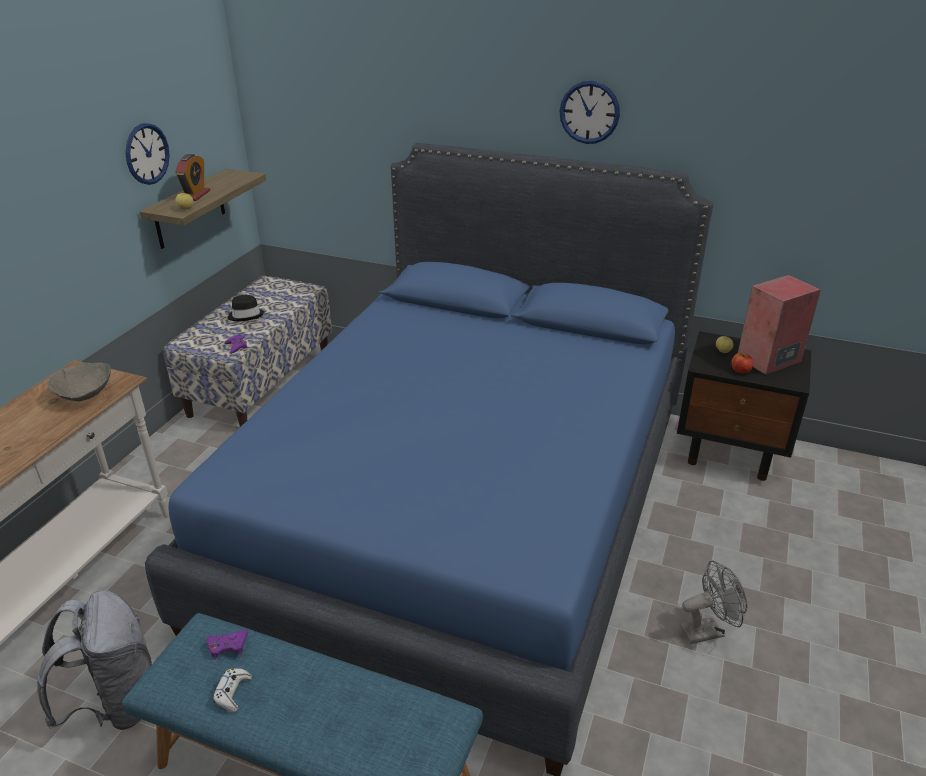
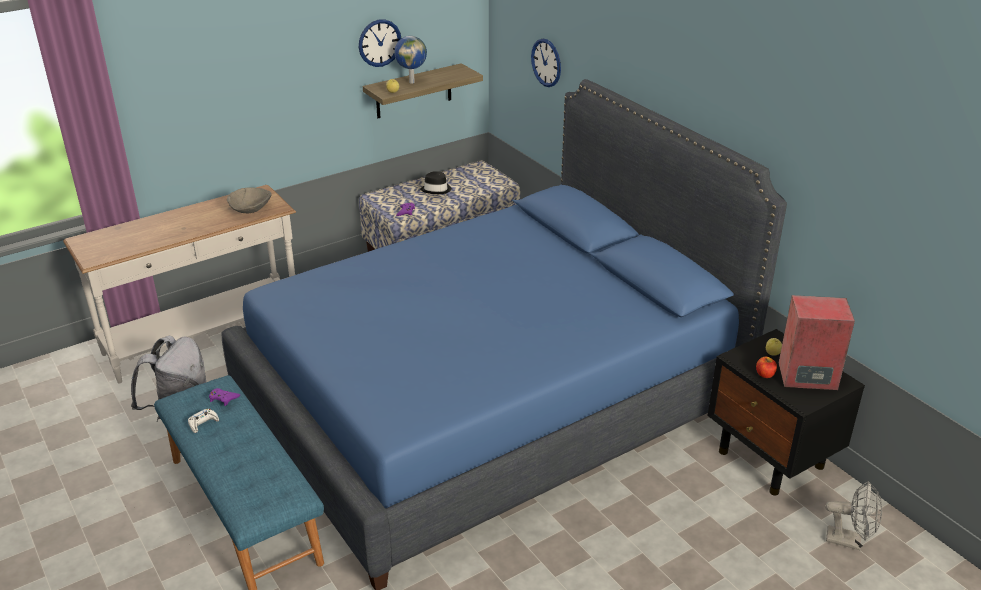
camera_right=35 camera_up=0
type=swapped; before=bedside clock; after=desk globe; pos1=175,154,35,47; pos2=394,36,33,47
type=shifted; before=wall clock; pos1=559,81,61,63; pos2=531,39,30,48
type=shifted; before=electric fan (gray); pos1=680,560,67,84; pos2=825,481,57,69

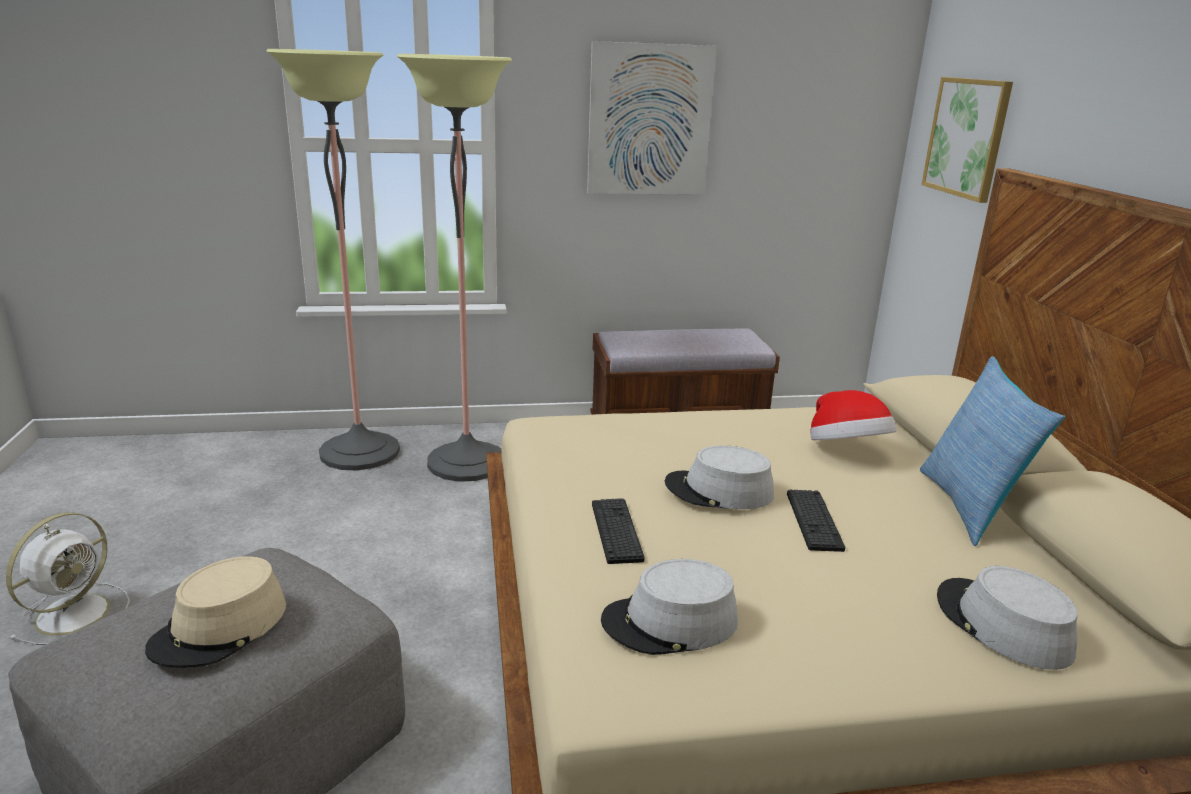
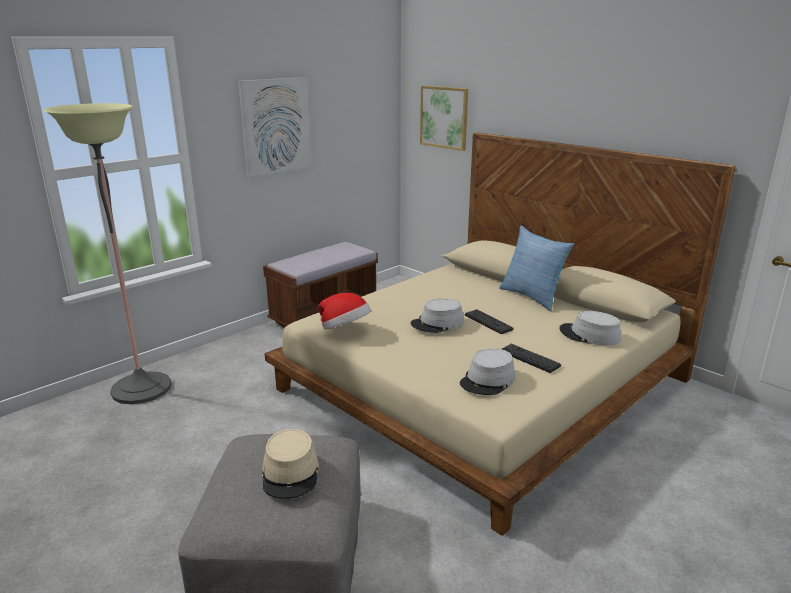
camera_right=-35 camera_up=0
type=shifted; before=hat; pos1=810,390,86,50; pos2=318,293,53,37
type=shifted; before=computer keyboard; pos1=592,498,53,66; pos2=502,344,59,29
type=gone; before=electric fan (whitish); pos1=6,512,124,133
type=gone; before=floor lamp; pos1=397,54,115,428

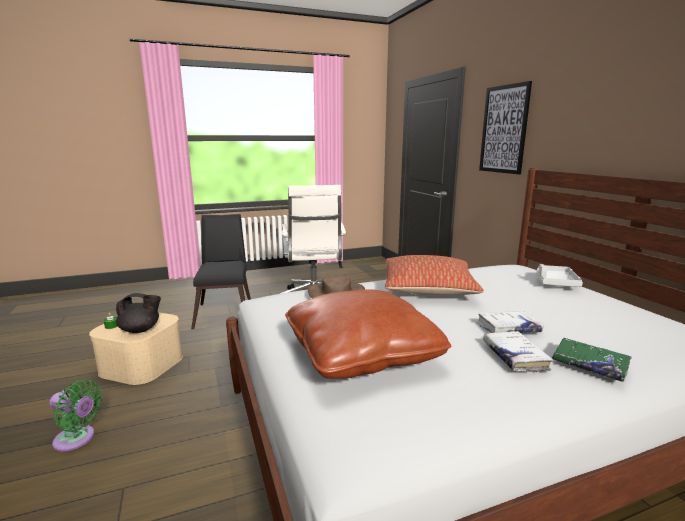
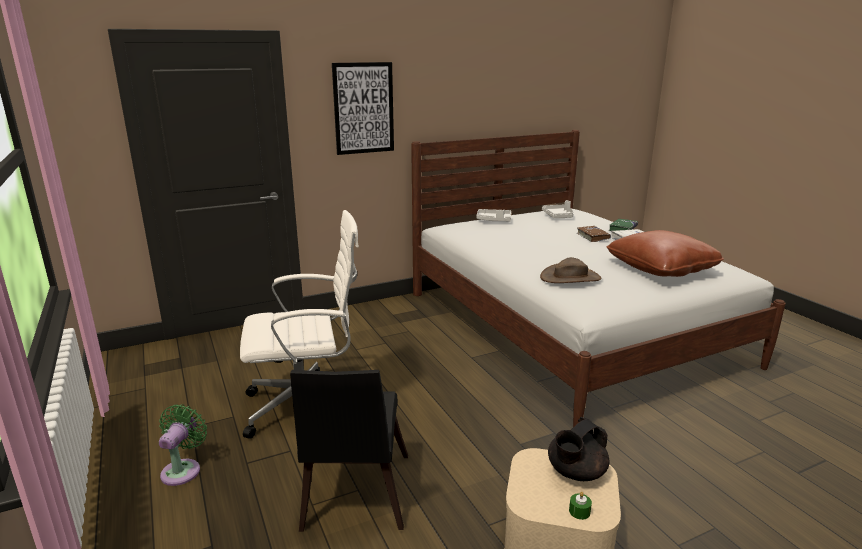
camera_right=-95 camera_up=5
type=shifted; before=electric fan (greenish); pos1=50,379,52,73; pos2=159,404,48,82
type=rotated; before=chair (black-coloured); pos1=191,214,60,115; pos2=290,370,118,162; turn=-75
type=new; after=serving tray (gray); pos2=542,200,32,18
type=rotated; before=teapot (black-coloured); pos1=116,293,45,40; pos2=548,417,61,64; turn=-120
type=repainted; before=bound book (whitish); after=bound book (brown-coloured); pos1=477,311,67,22; pos2=577,226,34,16
type=gone; before=cushion; pos1=385,255,99,40

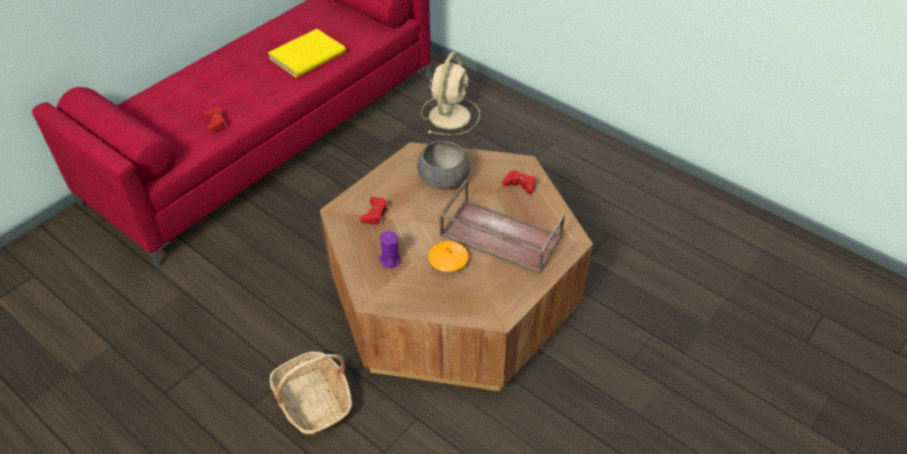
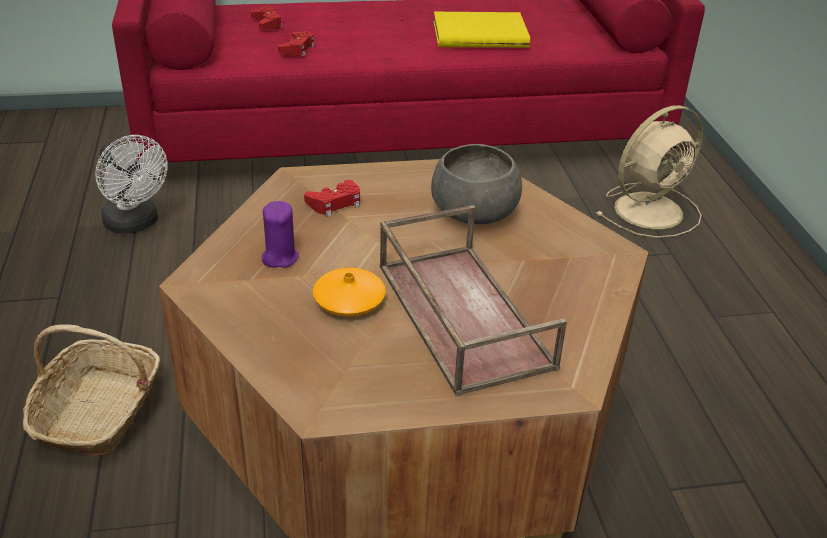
camera_right=40 camera_up=-10
type=new; after=electric fan (whitish); pos2=95,135,73,98
type=shifted; before=joypad (red); pos1=503,170,32,24; pos2=251,6,32,23

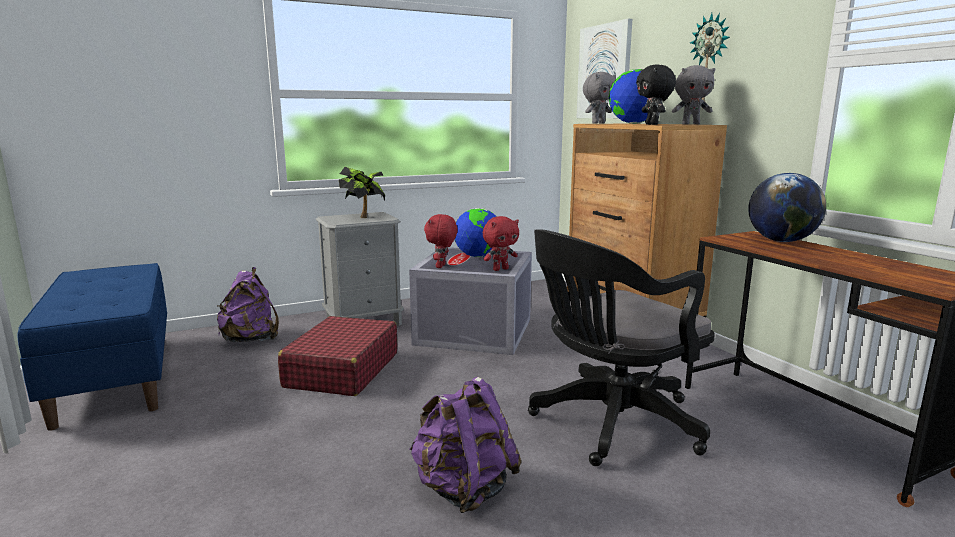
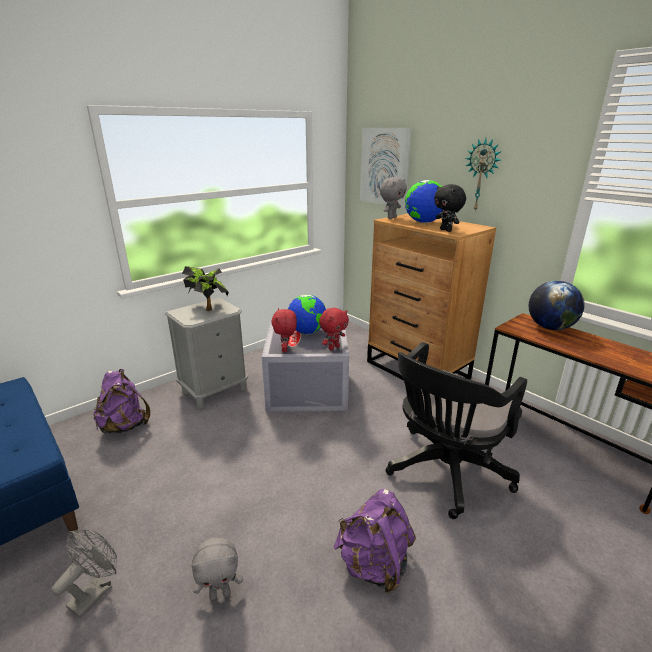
camera_right=-15 camera_up=10
type=new; after=electric fan (gray); pos2=52,529,65,89
type=shifted; before=plush toy (gray); pos1=672,65,43,60; pos2=191,537,52,63
type=gone; before=piece of luggage (red); pos1=278,316,119,80

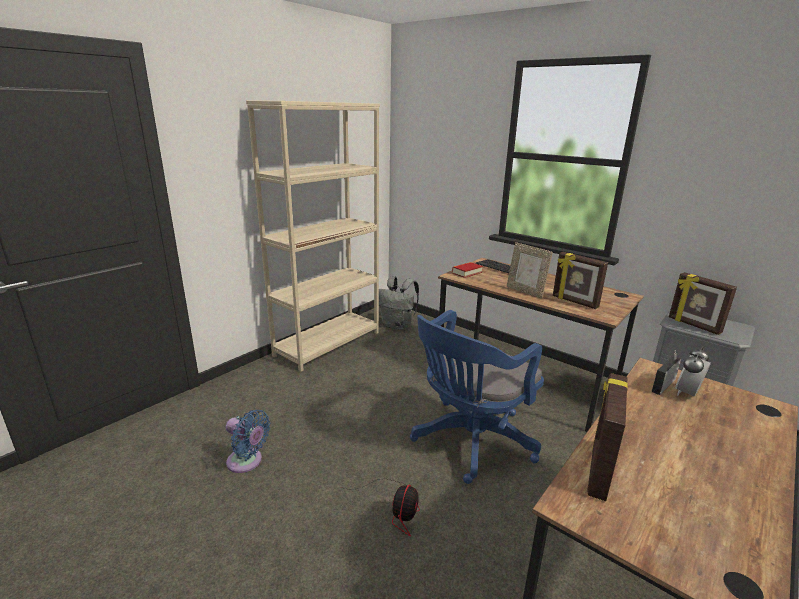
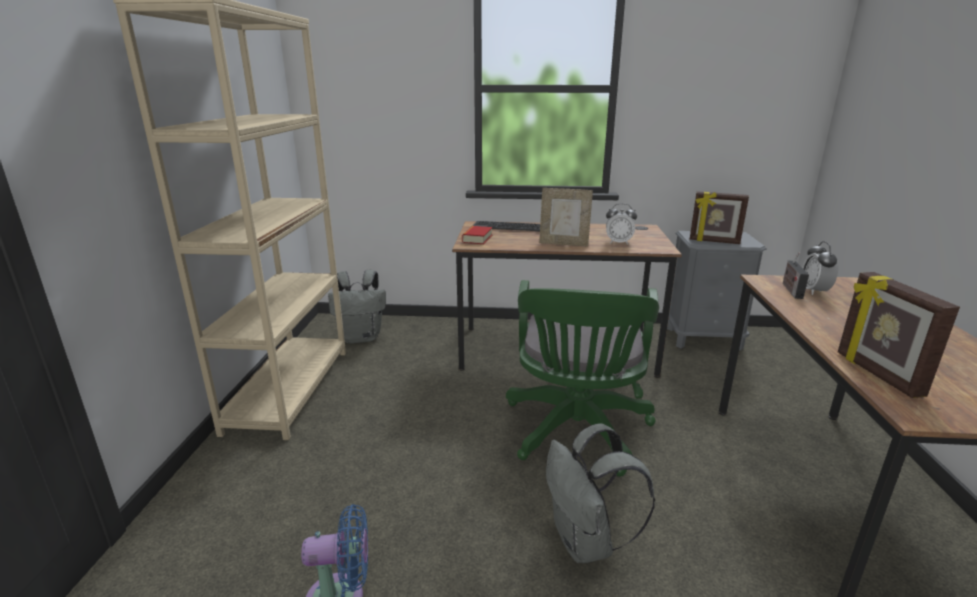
camera_right=-35 camera_up=0
type=repainted; before=desk chair (blue-coloured); after=desk chair (greenish); pos1=410,310,134,174; pos2=506,280,153,197
type=swapped; before=electric fan; after=rucksack (gray); pos1=341,478,79,58; pos2=546,423,109,140
type=swapped; before=standing frame; after=bedside clock; pos1=553,252,55,57; pos2=606,203,31,42

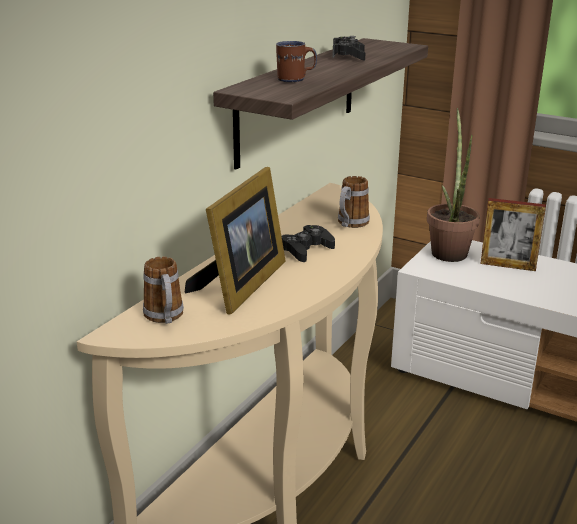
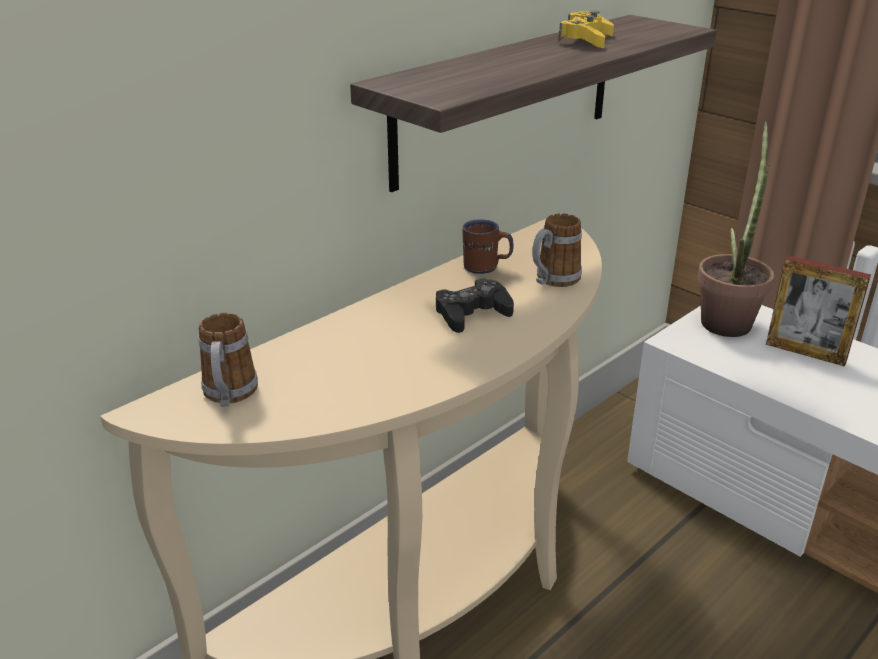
camera_right=15 camera_up=5
type=shifted; before=coffee mug (brown-coloured); pos1=276,41,41,41; pos2=462,219,52,55
type=repainted; before=joypad (black-coloured); after=joypad (yellow); pos1=332,36,33,25; pos2=558,11,56,37
type=gone; before=standing frame; pos1=185,167,101,147

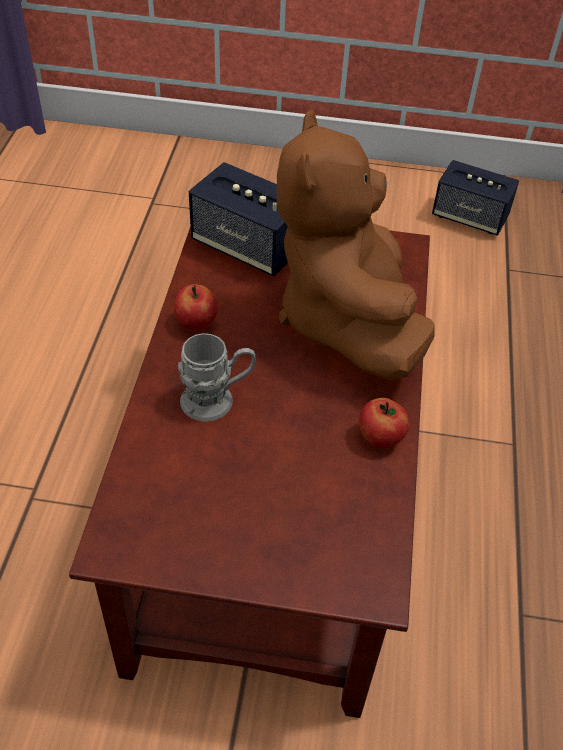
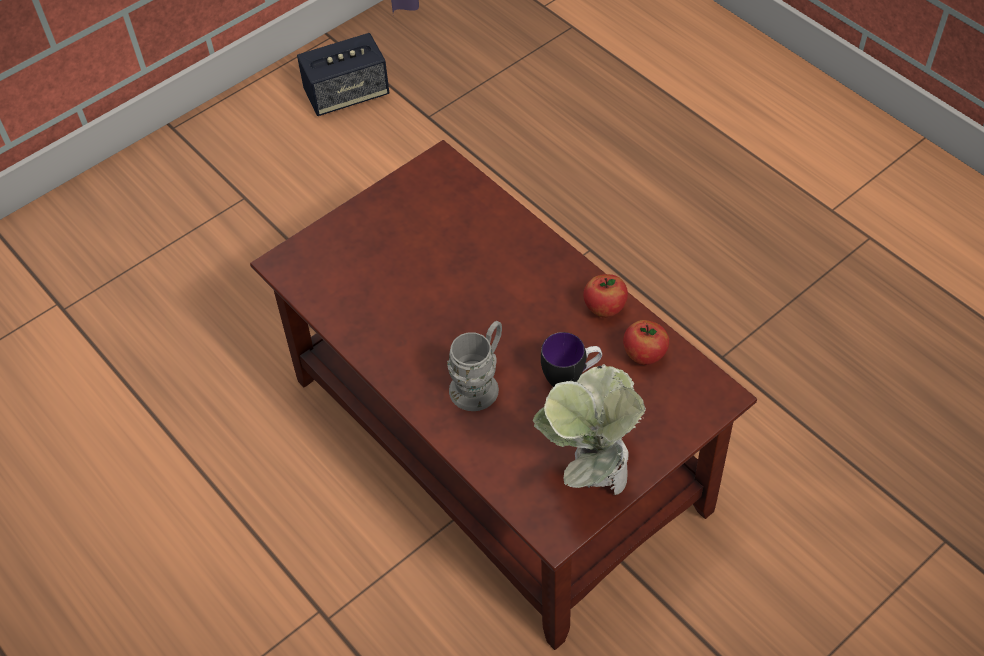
camera_right=-45 camera_up=5
type=new; after=plant in a pot; pos2=533,364,113,131
type=new; after=coffee mug; pos2=541,332,61,55
type=shifted; before=whole apple; pos1=174,284,44,47; pos2=623,320,46,45
type=gone; before=speaker; pos1=189,162,99,115
type=gone; before=plush toy (brown-coloured); pos1=277,110,158,270

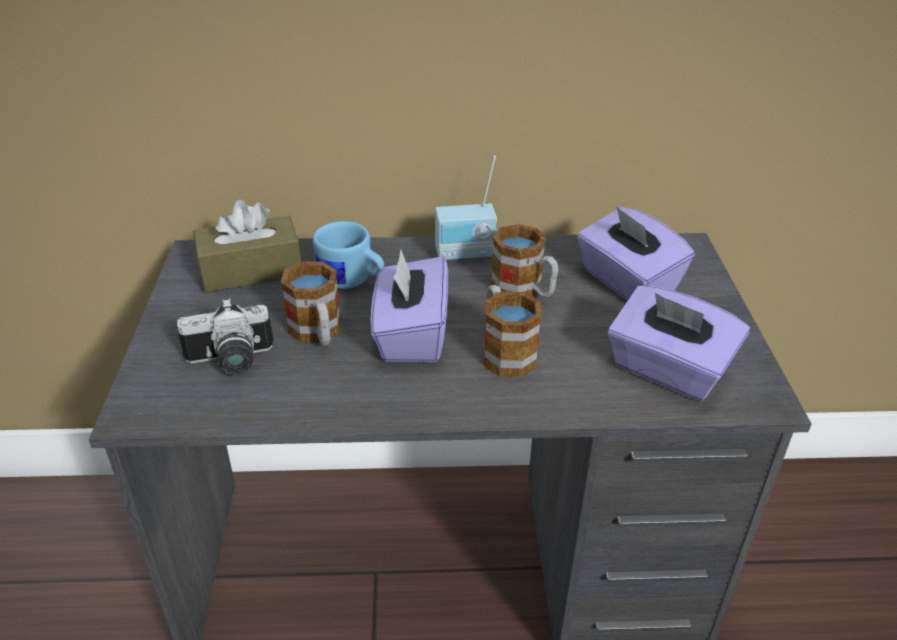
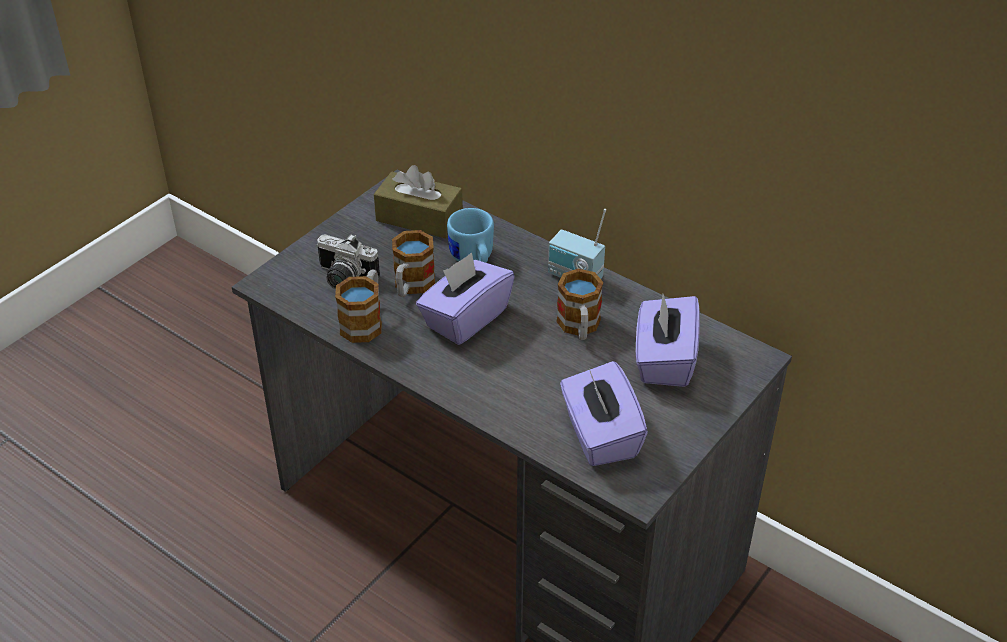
camera_right=40 camera_up=5
type=shifted; before=coffee mug; pos1=483,285,59,92; pos2=335,270,47,73

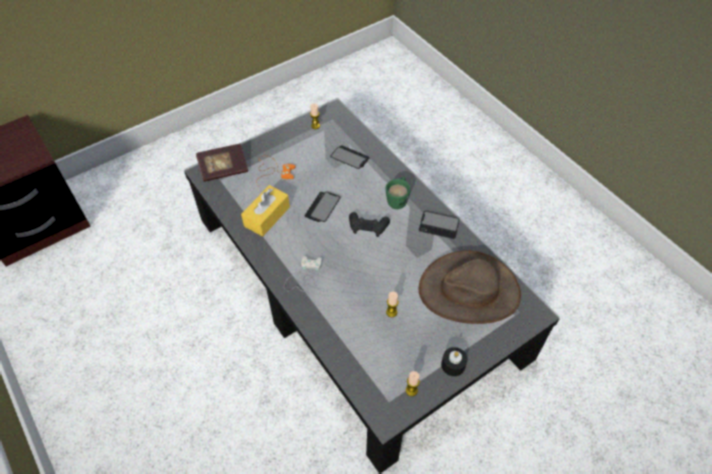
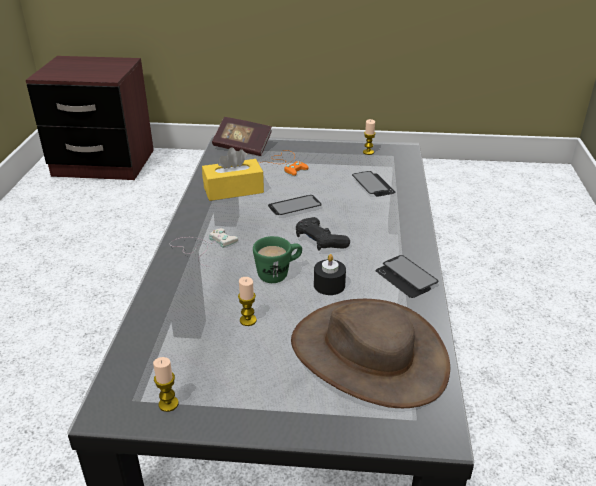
camera_right=40 camera_up=-20
type=shifted; before=coffee mug (greenish); pos1=386,177,25,32; pos2=253,236,49,47
type=shifted; before=candle (black-coloured); pos1=441,347,27,29; pos2=314,254,32,41

